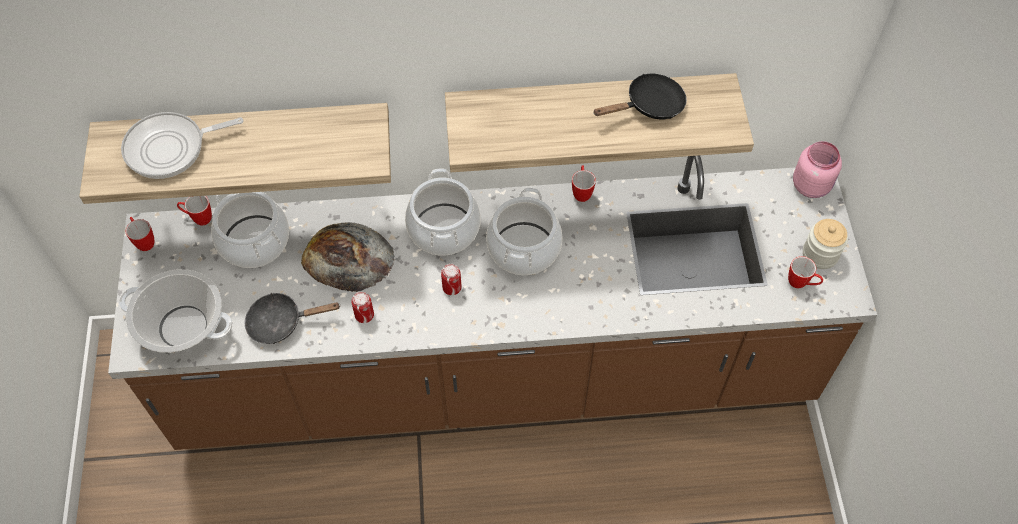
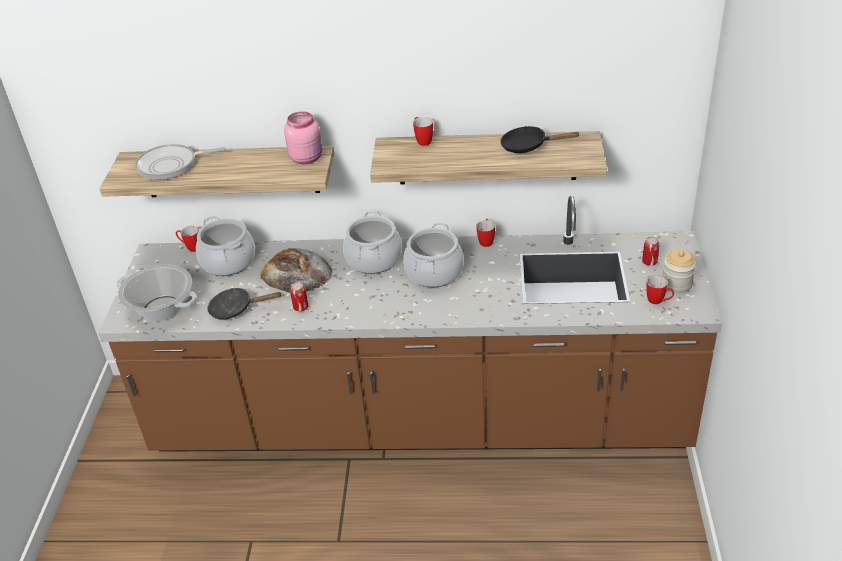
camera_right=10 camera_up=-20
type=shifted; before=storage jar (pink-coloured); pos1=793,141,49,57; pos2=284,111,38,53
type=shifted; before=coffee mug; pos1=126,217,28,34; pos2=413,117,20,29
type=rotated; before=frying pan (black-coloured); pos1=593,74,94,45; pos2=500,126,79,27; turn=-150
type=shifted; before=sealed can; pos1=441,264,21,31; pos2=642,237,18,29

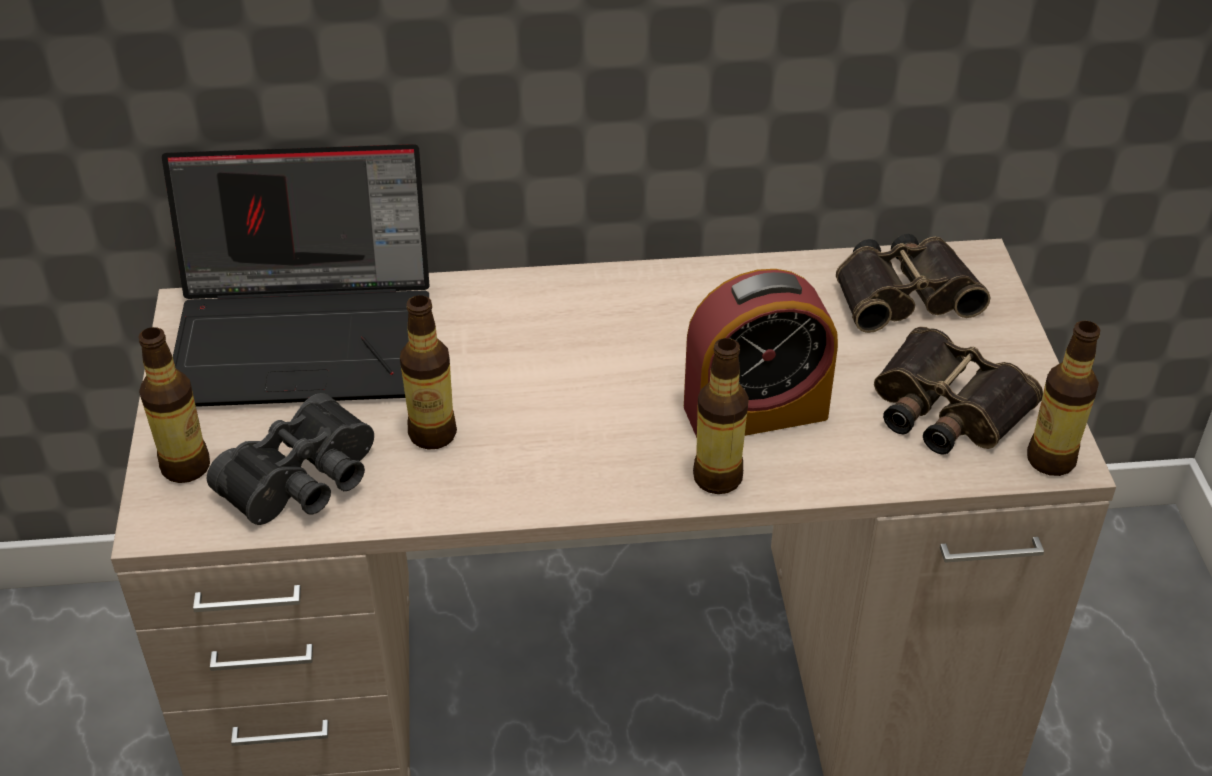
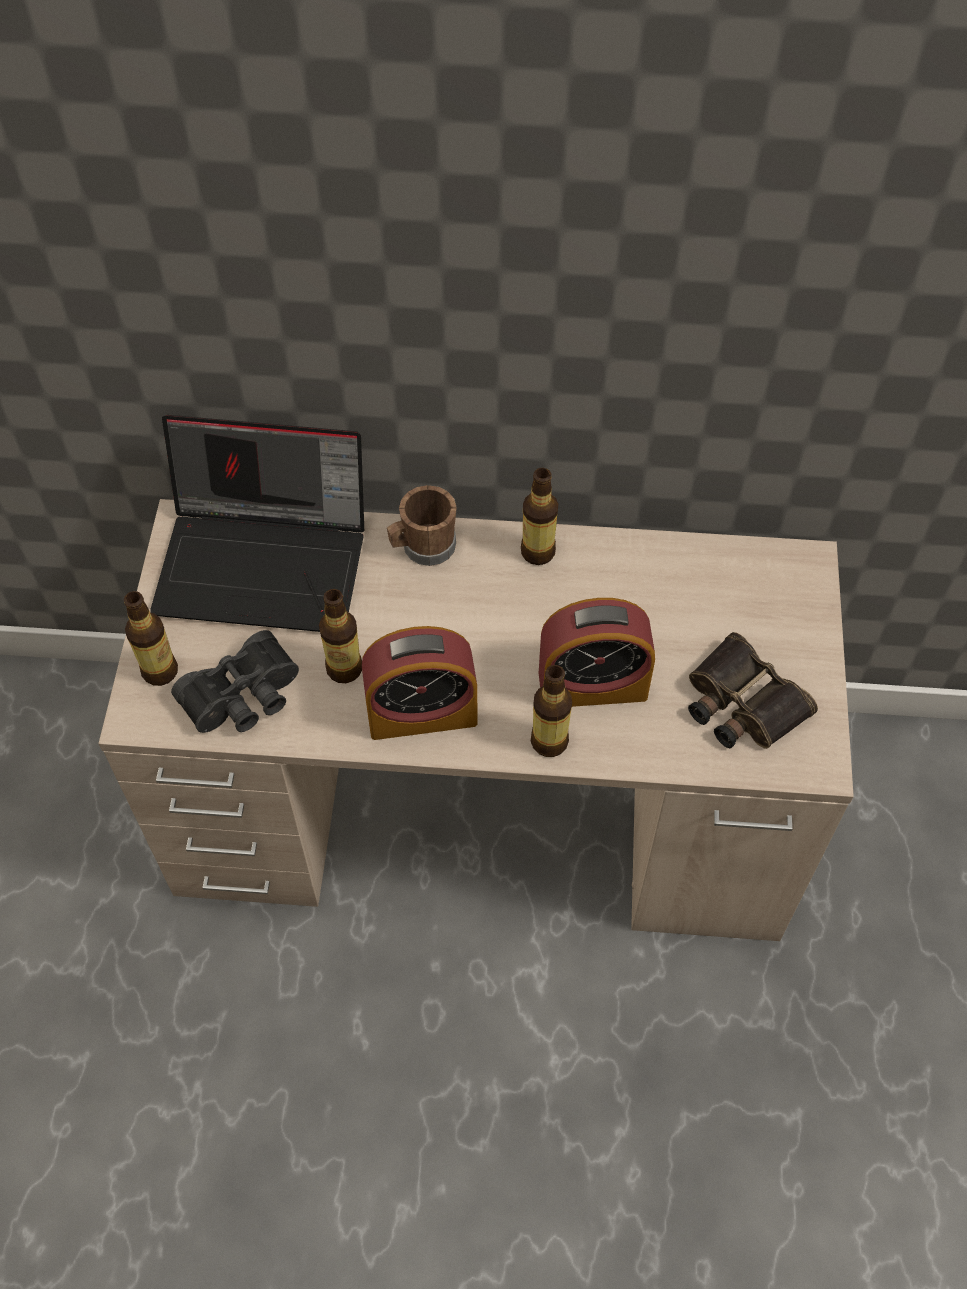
camera_right=10 camera_up=15
type=new; after=bedside clock; pos2=362,626,116,114
type=new; after=coffee mug (brown-coloured); pos2=387,485,70,81
type=shifted; before=bottle; pos1=1027,321,73,155; pos2=521,468,37,97
type=gone; before=binoculars; pos1=836,234,155,99

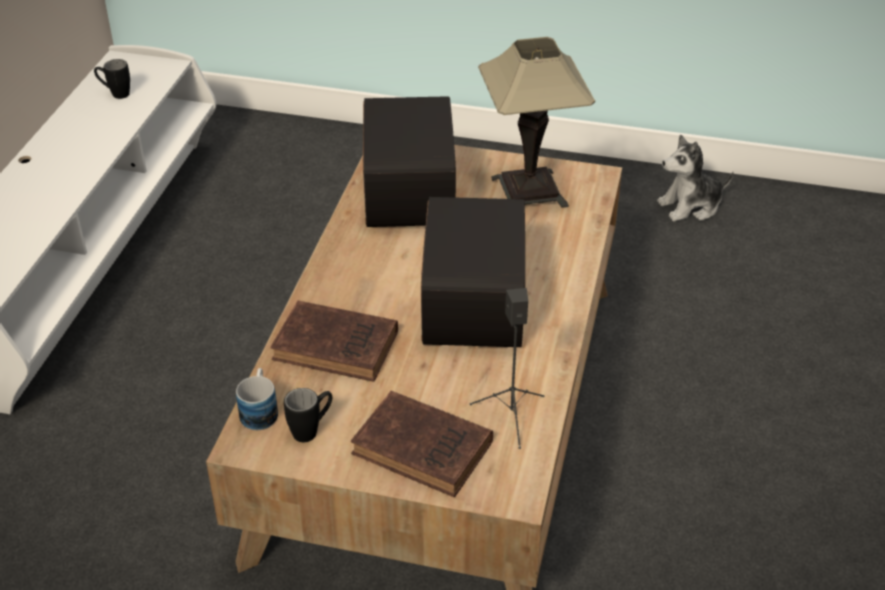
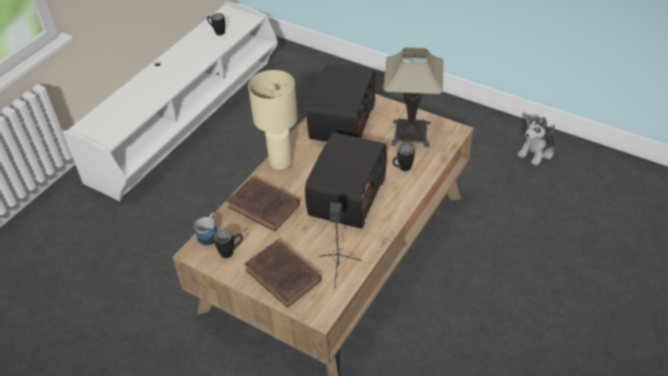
camera_right=20 camera_up=5
type=new; after=table lamp (beige); pos2=248,70,50,100
type=new; after=coffee mug (black-coloured); pos2=392,144,23,27
type=rotated; before=plush toy; pos1=657,135,77,86; pos2=517,114,38,52; turn=-45

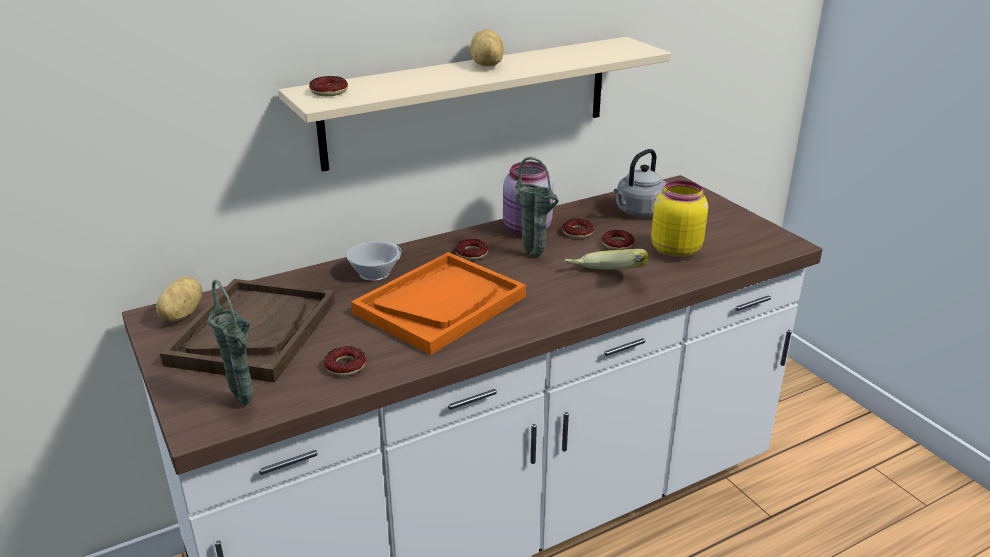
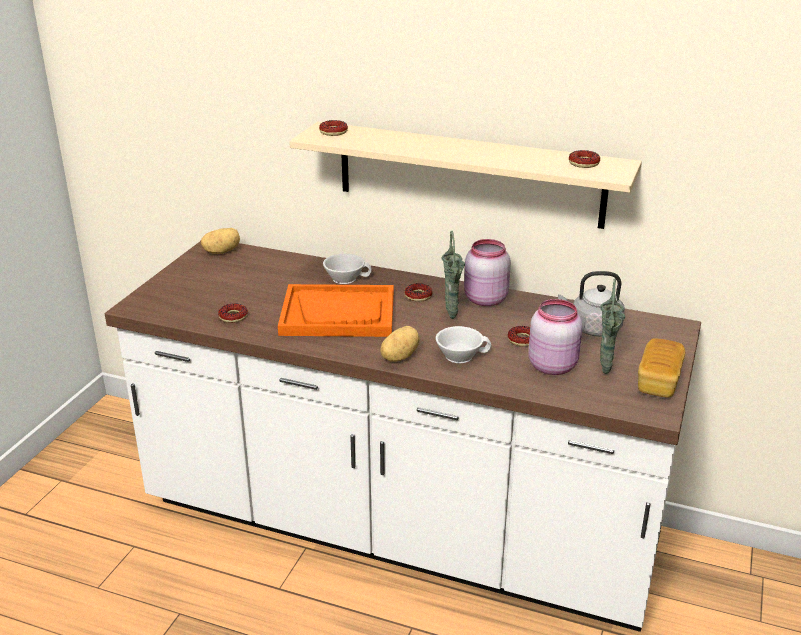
camera_right=50 camera_up=0
type=shifted; before=spud; pos1=470,30,34,36; pos2=380,326,40,36
type=swapped; before=banana; after=cup (whitish); pos1=564,249,85,21; pos2=436,326,55,37
type=repainted; before=storage jar (yellow); after=storage jar (pink-coloured); pos1=651,180,57,79; pos2=528,299,54,76
type=shifted; before=doughnut; pos1=562,219,32,20; pos2=569,150,31,18
type=shifted; before=decorative vase (greenish); pos1=208,280,45,124; pos2=600,278,25,96
type=new; after=bakery bread; pos2=638,339,47,59
type=gone; before=serving tray (brown-coloured); pos1=160,279,175,103

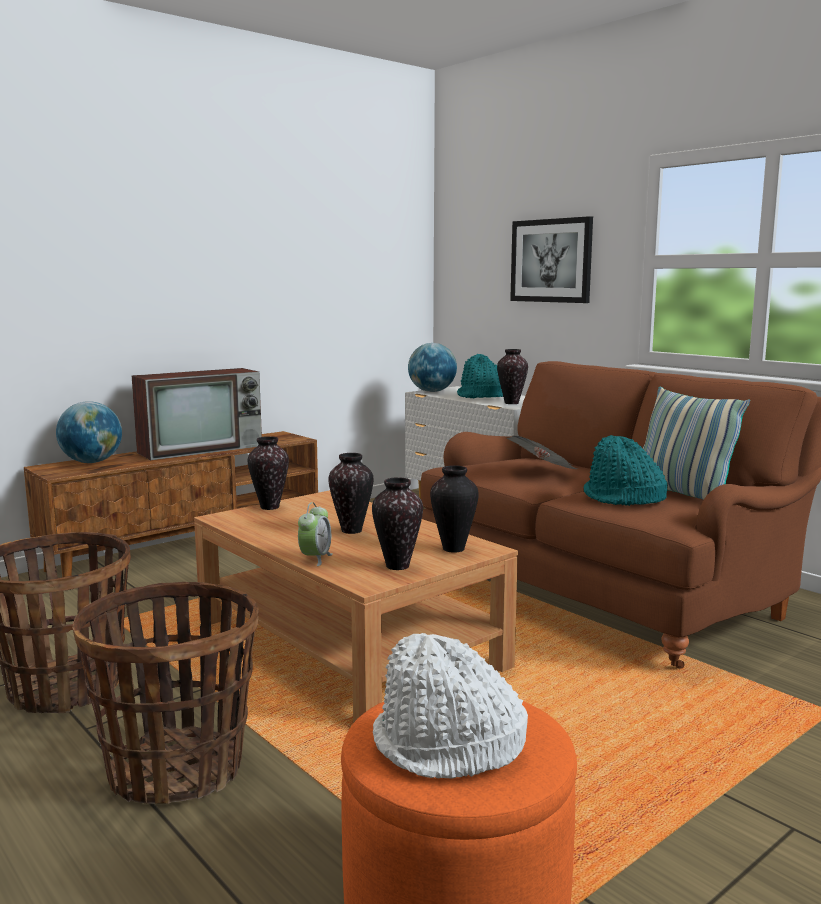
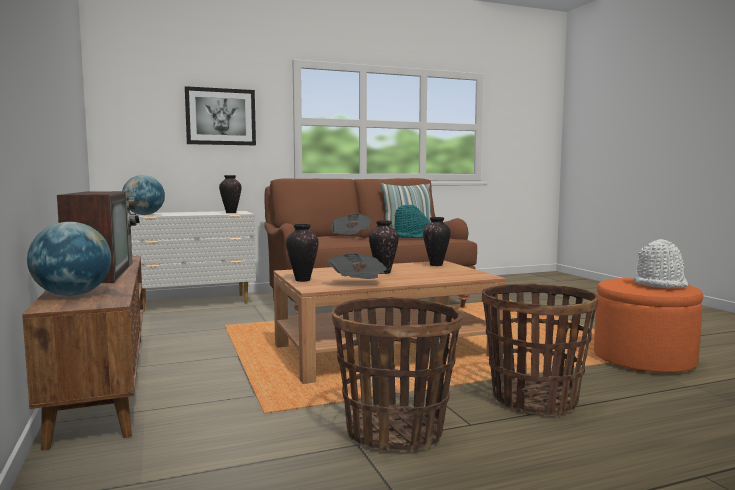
camera_right=-70 camera_up=-5
type=new; after=daily paper; pos2=327,253,60,26
type=gone; before=bedside clock; pos1=298,502,35,64
type=gone; before=decorative vase; pos1=372,477,51,93
type=gone; before=hat (blue-green); pos1=457,354,46,44

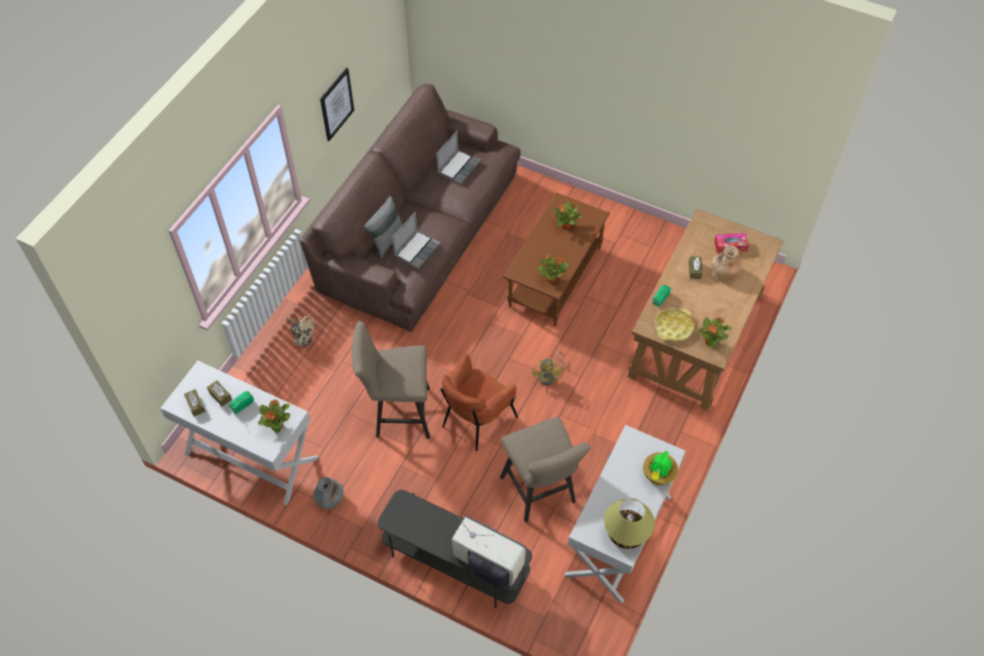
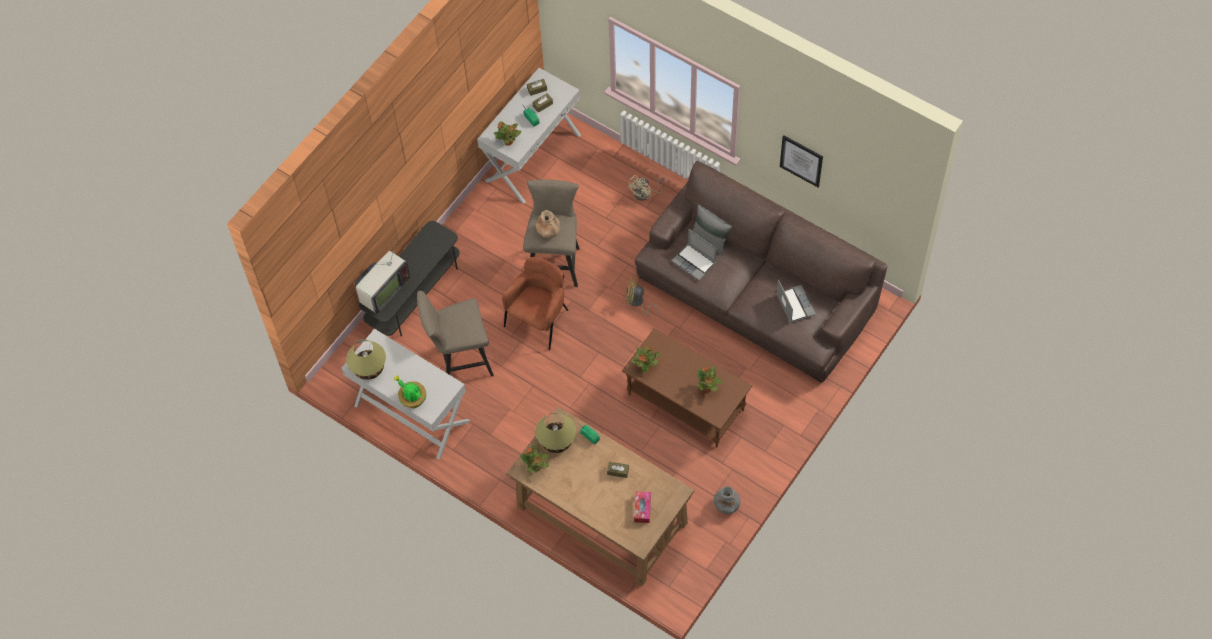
camera_right=100 camera_up=5
type=rotated; before=easy chair (brown-coloured); pos1=440,354,78,97; pos2=502,257,66,93; turn=75
type=swapped; before=serving tray (yellow); after=table lamp; pos1=655,308,39,34; pos2=535,413,41,40
type=shifted; before=decorative vase (brown-coloured); pos1=711,245,31,34; pos2=536,210,24,28
type=shifted; before=electric fan (yellow); pos1=532,351,33,34; pos2=626,277,33,39
type=shifted; before=decorative vase (gray); pos1=313,477,31,32; pos2=714,486,26,28
type=rotated; before=notebook computer; pos1=436,131,44,53; pos2=776,279,40,44; turn=-150

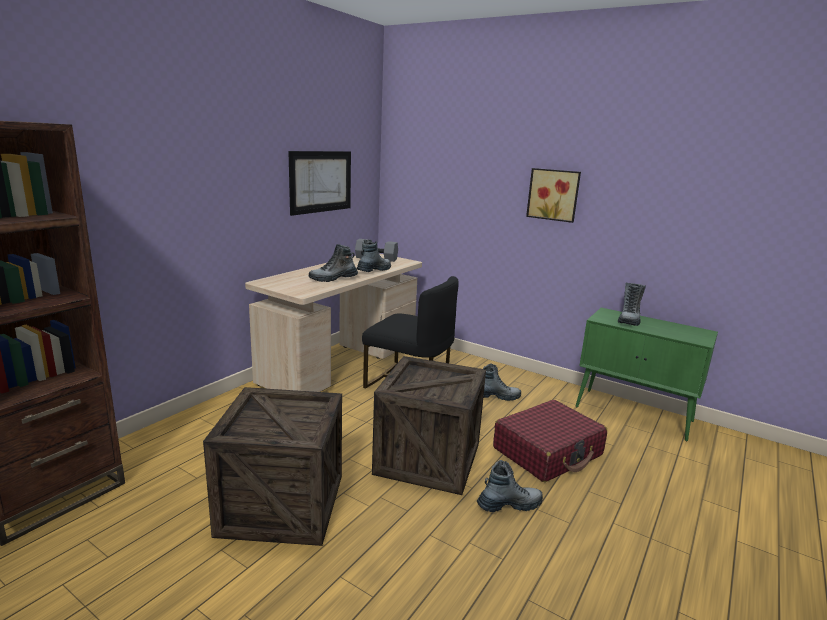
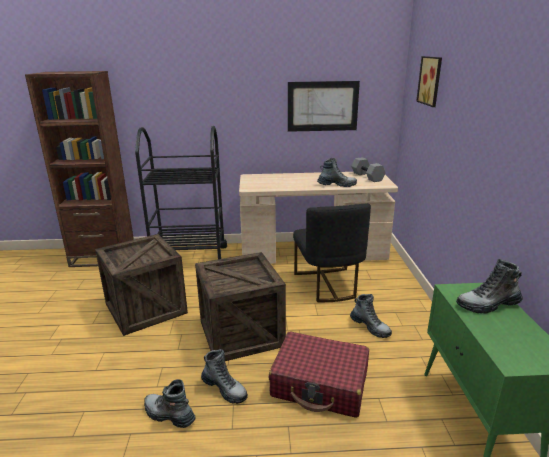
camera_right=55 camera_up=5
type=new; after=wheeled cart (black-coloured); pos2=135,126,92,133
type=shifted; before=boot; pos1=309,244,49,38; pos2=144,379,52,49
type=shifted; before=wall picture; pos1=526,168,55,55; pos2=416,56,26,51

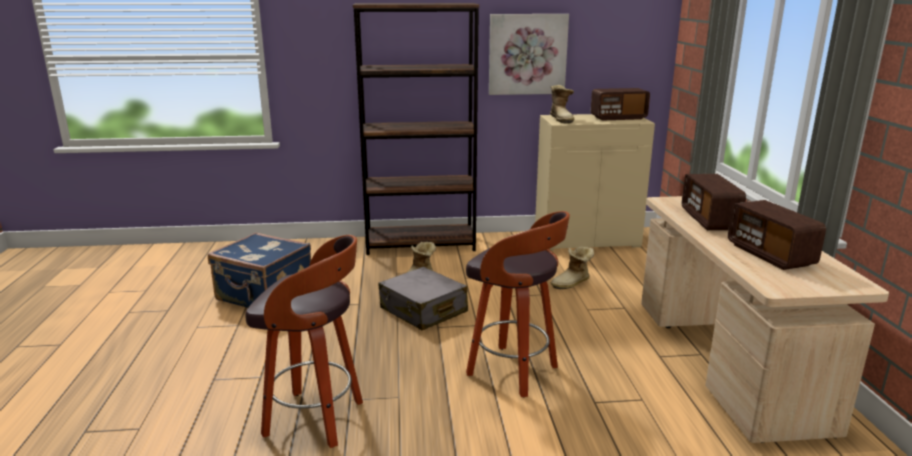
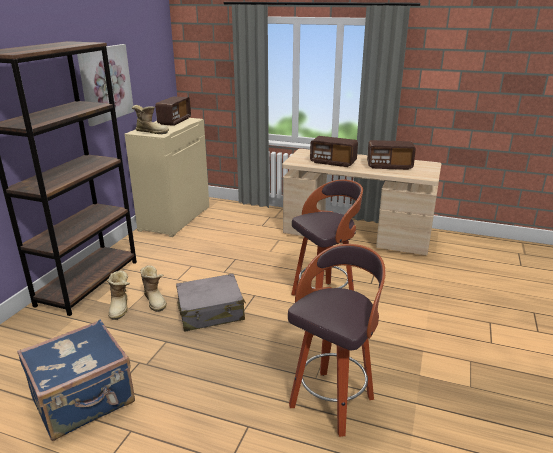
camera_right=-65 camera_up=5
type=shifted; before=boot; pos1=551,246,43,43; pos2=107,270,23,50

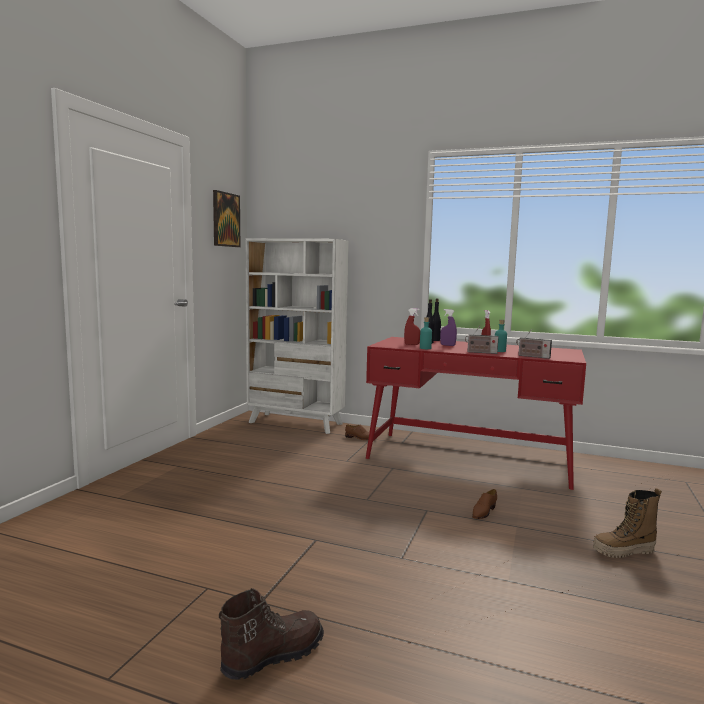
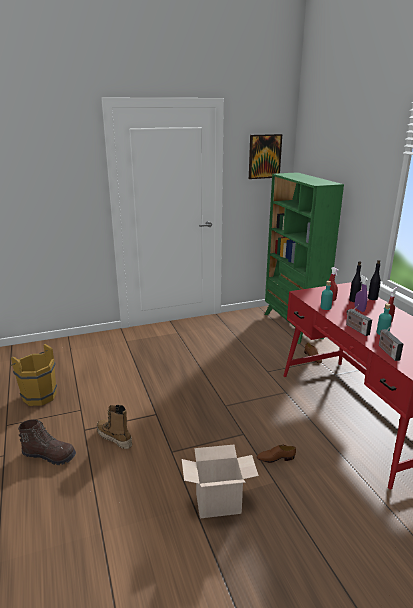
camera_right=50 camera_up=15
type=new; after=bucket (brown-coloured); pos2=10,344,47,62
type=shifted; before=boot; pos1=593,488,69,70; pos2=97,405,35,44
type=new; after=cardboard box; pos2=182,445,77,73
type=repainted; before=bookcase (whitish); after=bookcase (greenish); pos1=245,238,104,196; pos2=264,172,80,172

